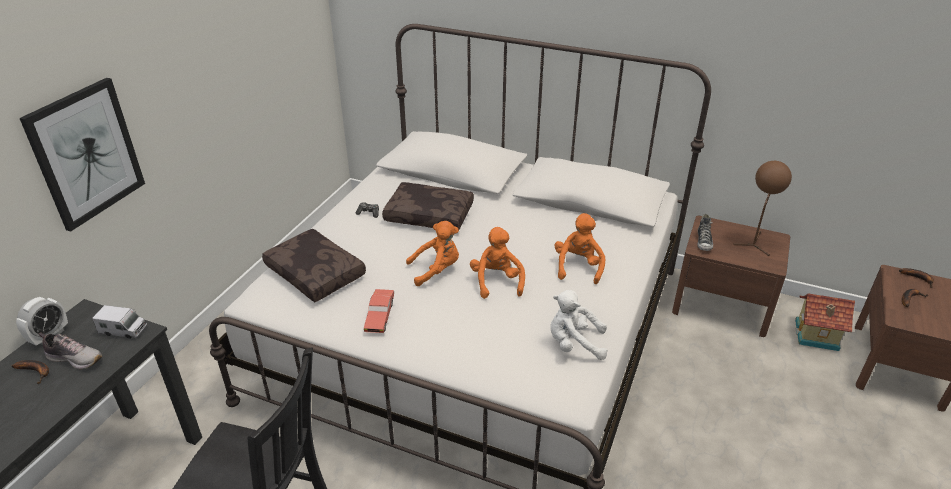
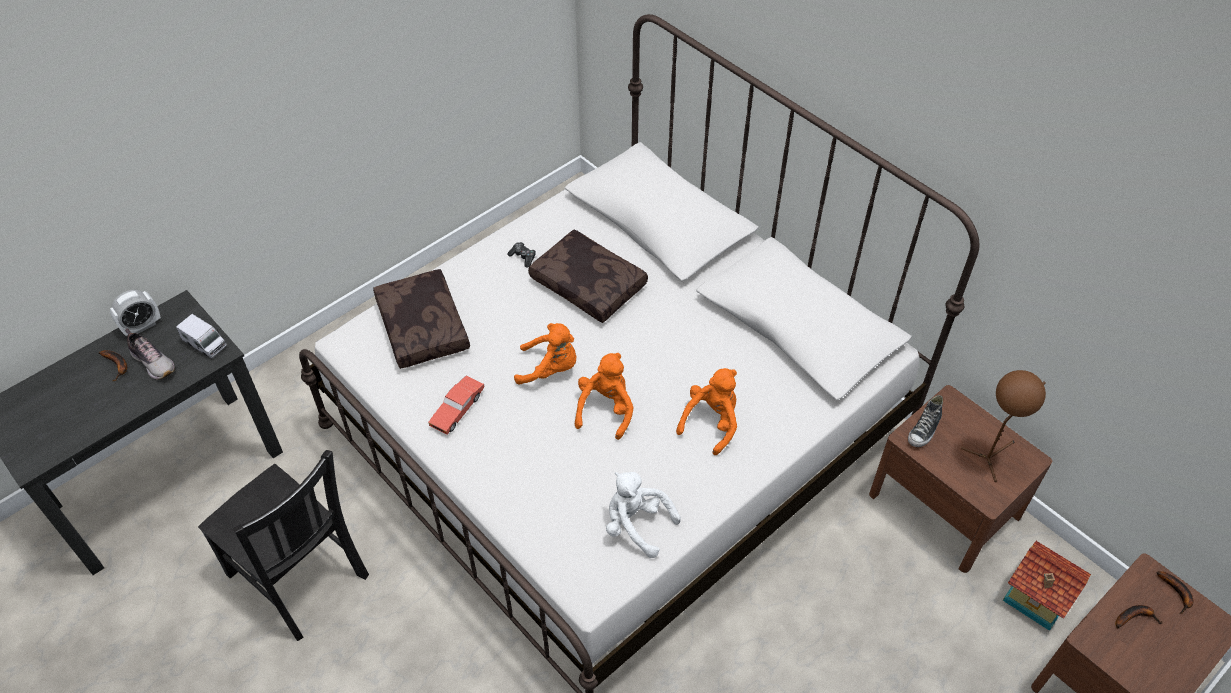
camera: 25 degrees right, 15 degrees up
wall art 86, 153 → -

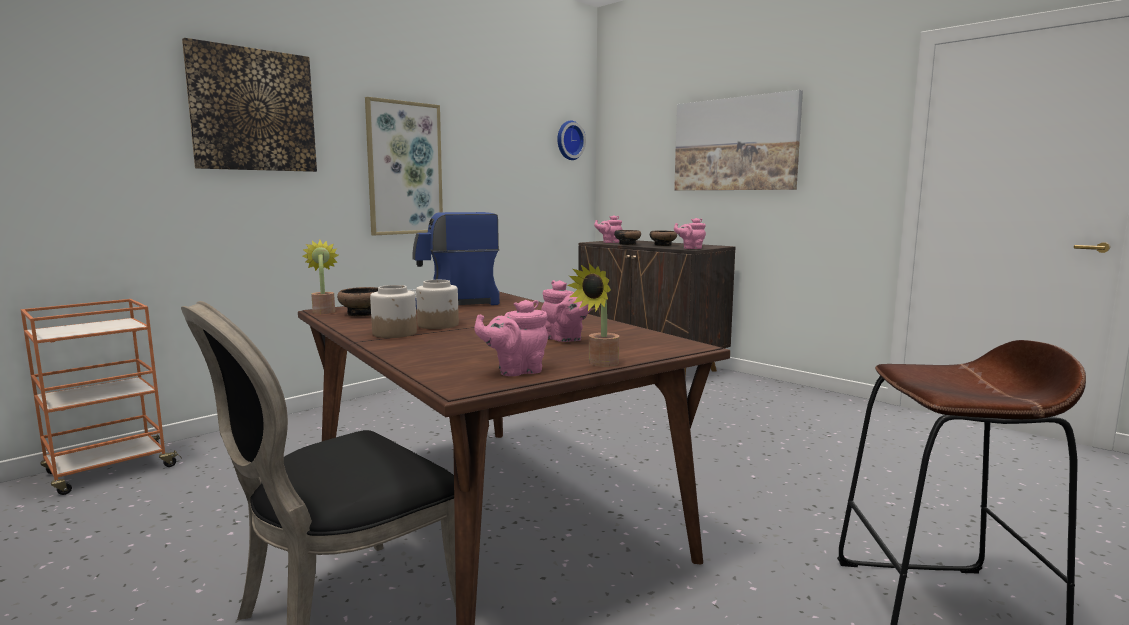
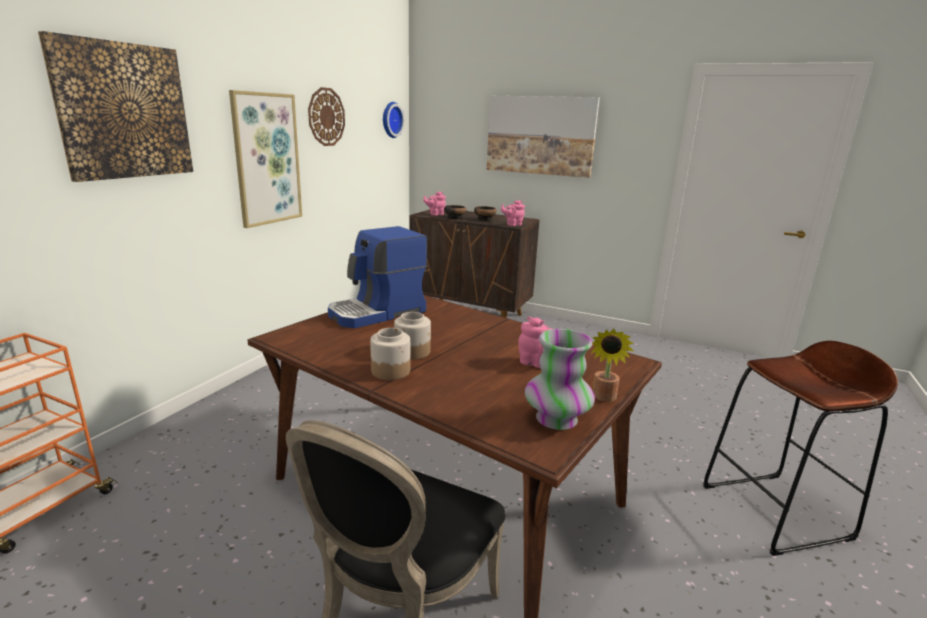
camera: 20 degrees left, 10 degrees up
plant in a pot 324, 311 → -
bowl 363, 313 → -
- → wall clock 326, 117
pot for tea/pink-coloured 516, 371 → flower vase 556, 419

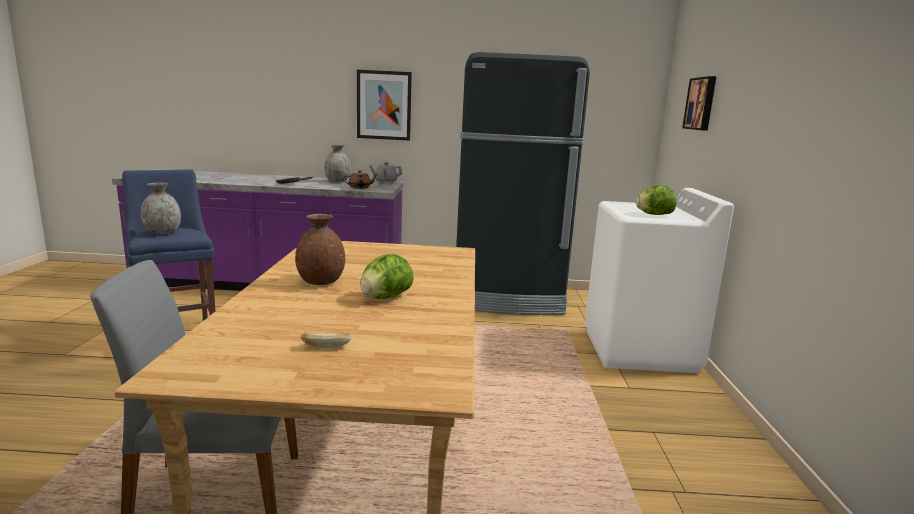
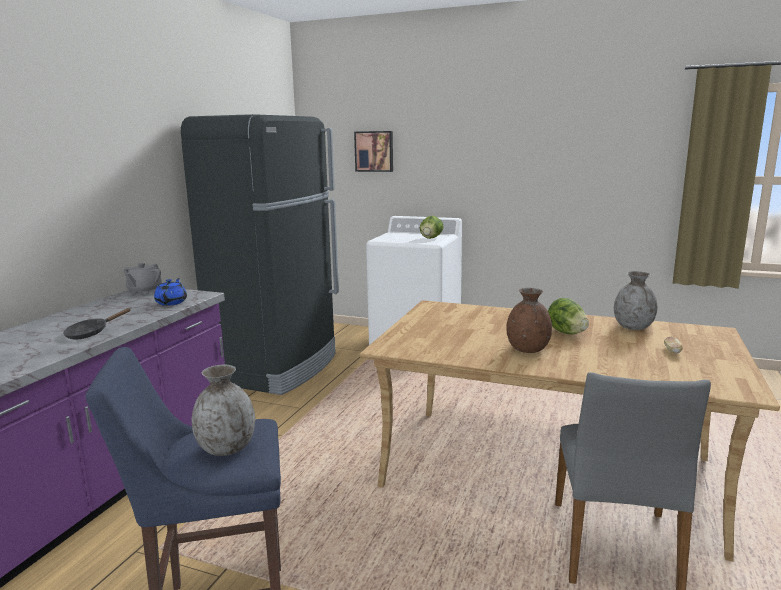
camera: 70 degrees left, 0 degrees up
wall art 384, 105 → -
flower vase/greyish 337, 181 → flower vase/greyish 633, 327, shifted
pot for tea/brown 360, 187 → pot for tea/bluish 172, 302

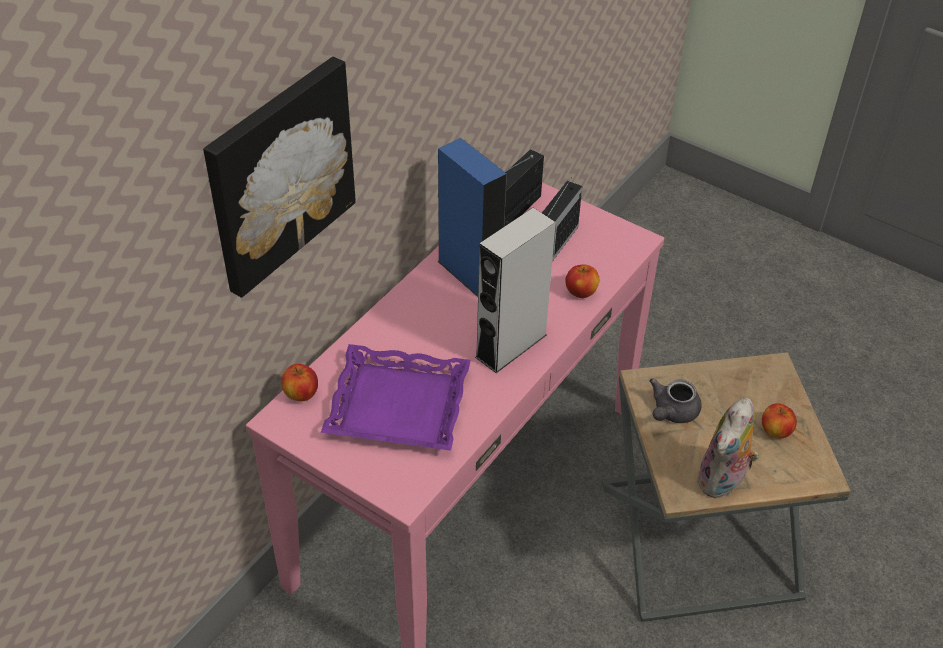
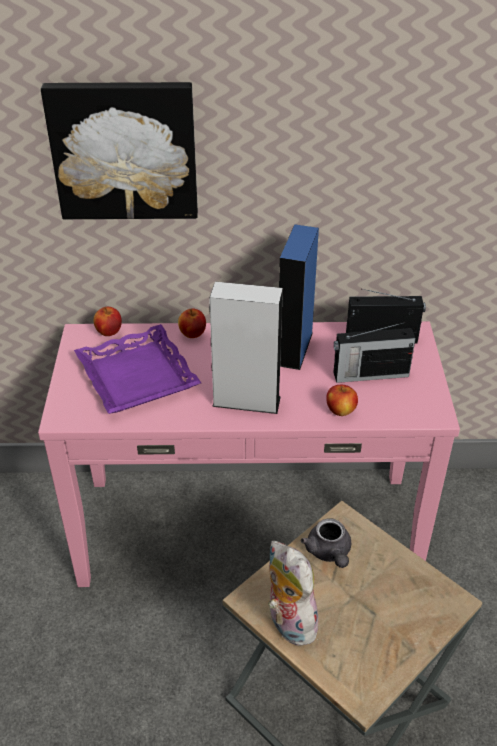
camera: 55 degrees right, 5 degrees down
apple fruit 775, 431 → apple fruit 192, 334, shifted
pot for tea/greyish 671, 412 → pot for tea/greyish 329, 553, 105 degrees counterclockwise
plush toy 723, 481 → plush toy 288, 622, 60 degrees clockwise

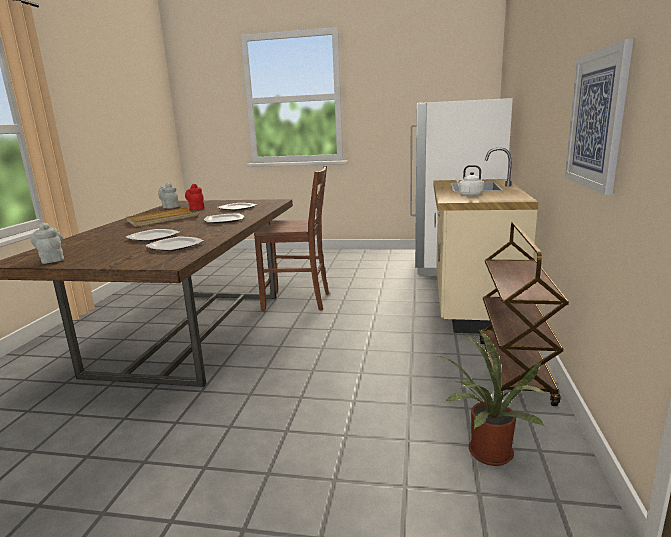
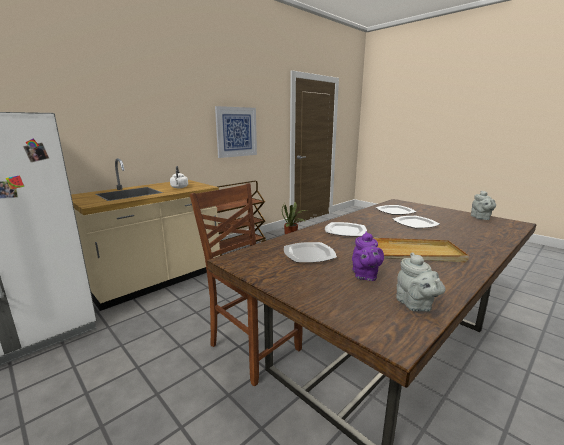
camera: 145 degrees left, 0 degrees up
pot for tea/reddish 196, 208 → pot for tea/purple 364, 276

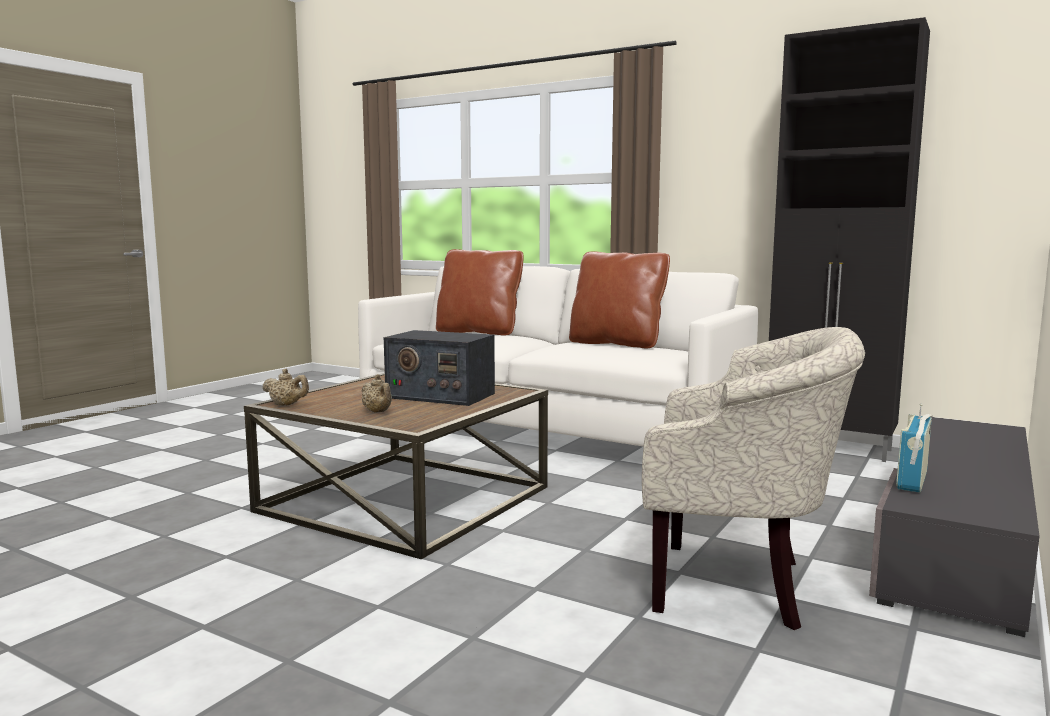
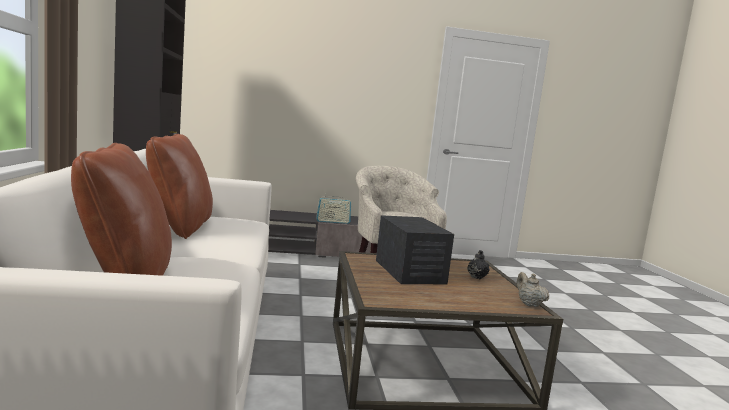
camera: 130 degrees left, 0 degrees up
pot for tea/beige-coloured 378, 412 → pot for tea/black-coloured 477, 277

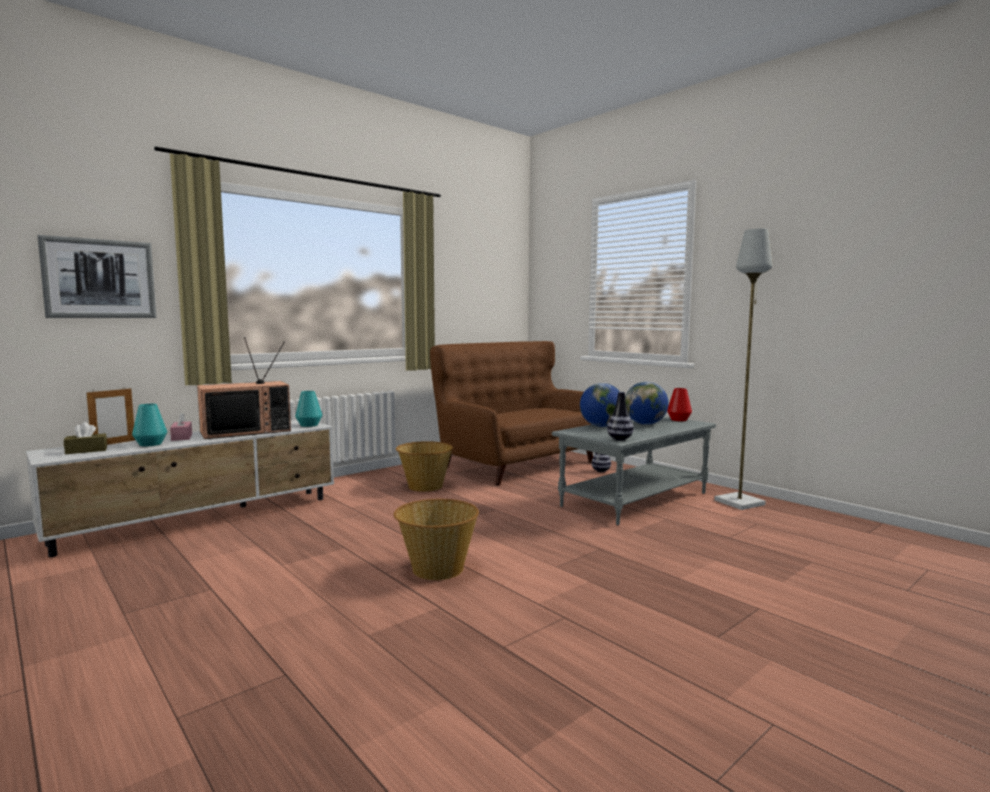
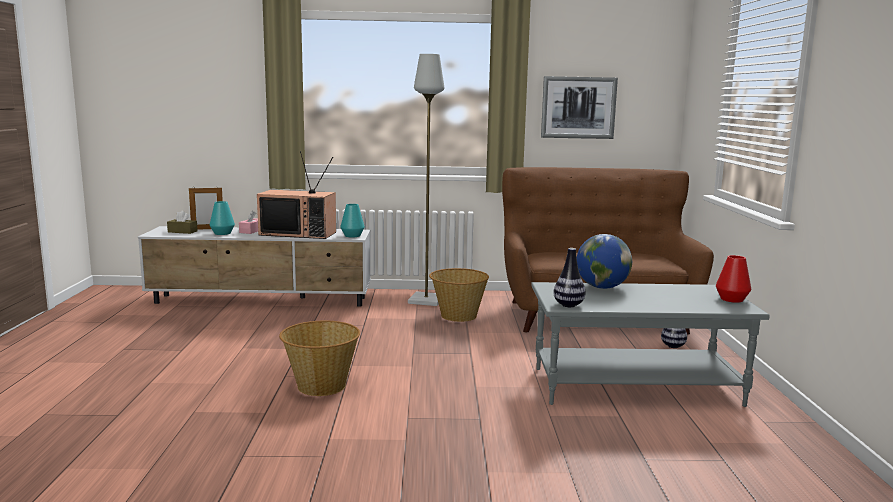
camera: 40 degrees right, 5 degrees up
world globe 645, 424 → -
wall art 100, 279 → wall art 578, 107, shifted
standard lamp/greyish 740, 502 → standard lamp/greyish 426, 300, shifted

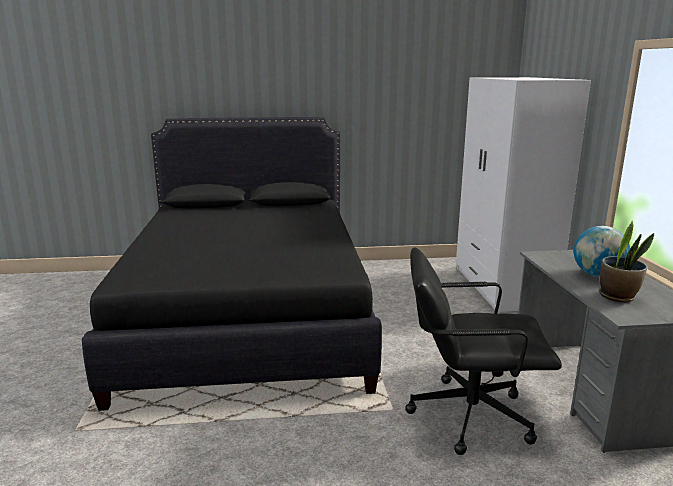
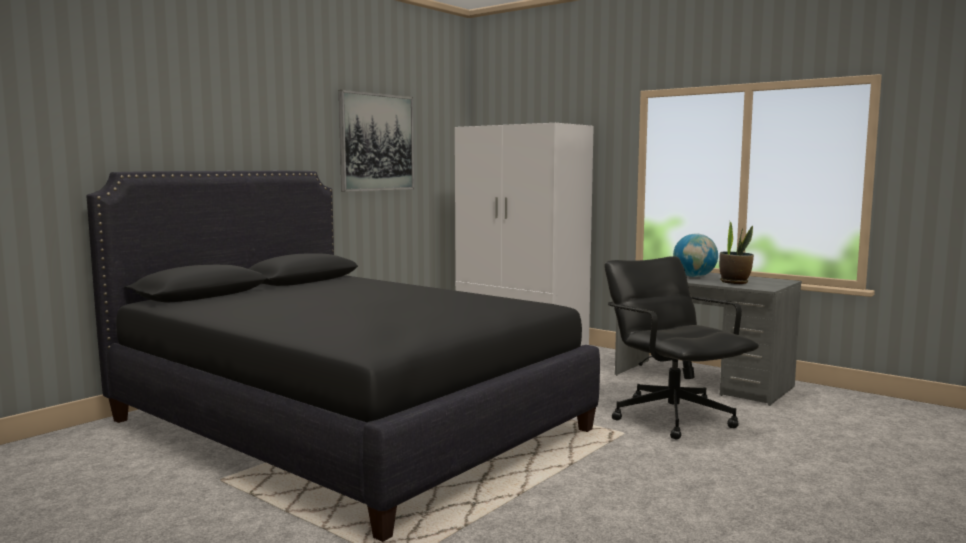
camera: 45 degrees left, 10 degrees down
- → wall art 376, 142
desk chair/black-coloured 468, 414 → desk chair/black-coloured 672, 417, 105 degrees clockwise

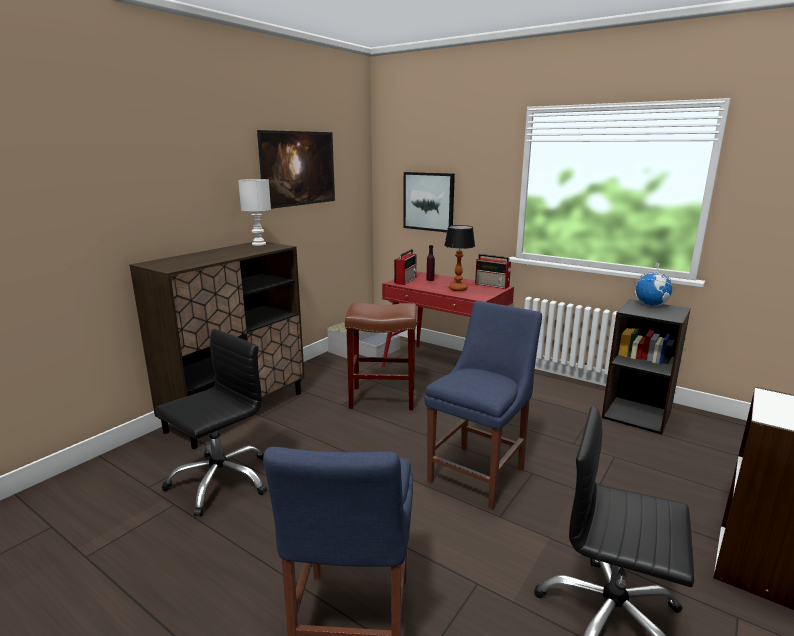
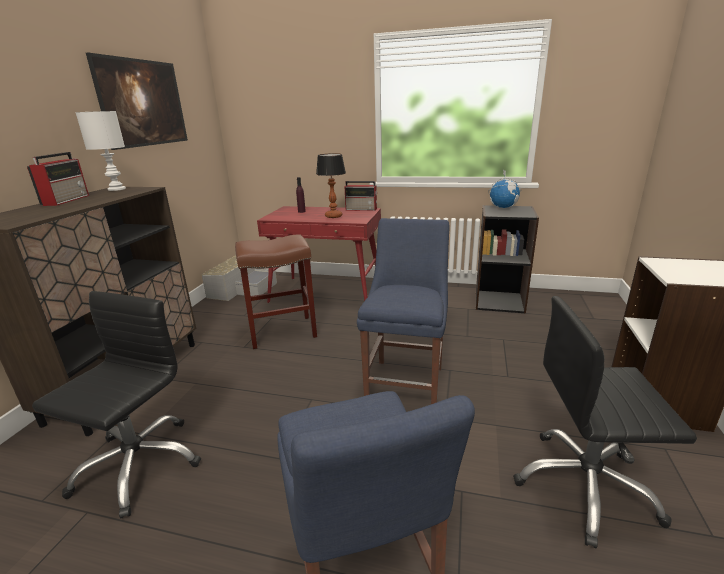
camera: 20 degrees left, 5 degrees up
wall art 429, 201 → -
radio receiver 406, 280 → radio receiver 67, 200, shifted

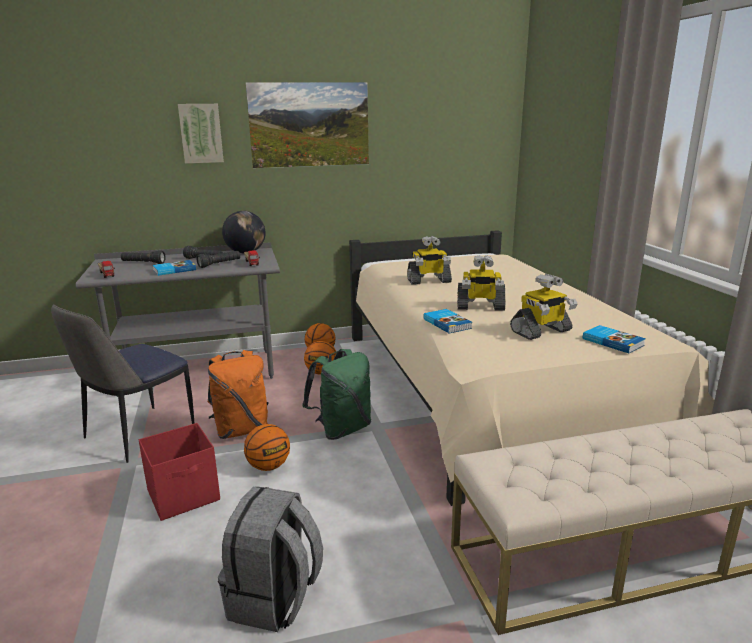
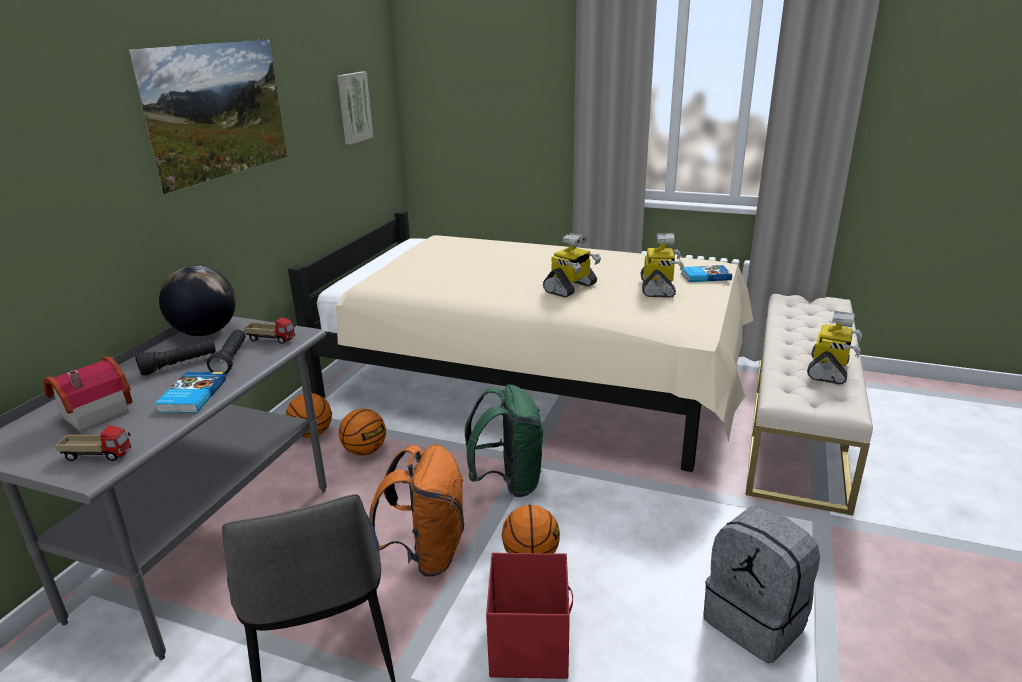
camera: 55 degrees left, 5 degrees up
bound book 447, 323 → -
wall art 201, 133 → wall art 353, 107, shifted
robot figure 428, 281 → robot figure 829, 370, shifted
hand torch/black-coloured 143, 263 → toy house 92, 414

